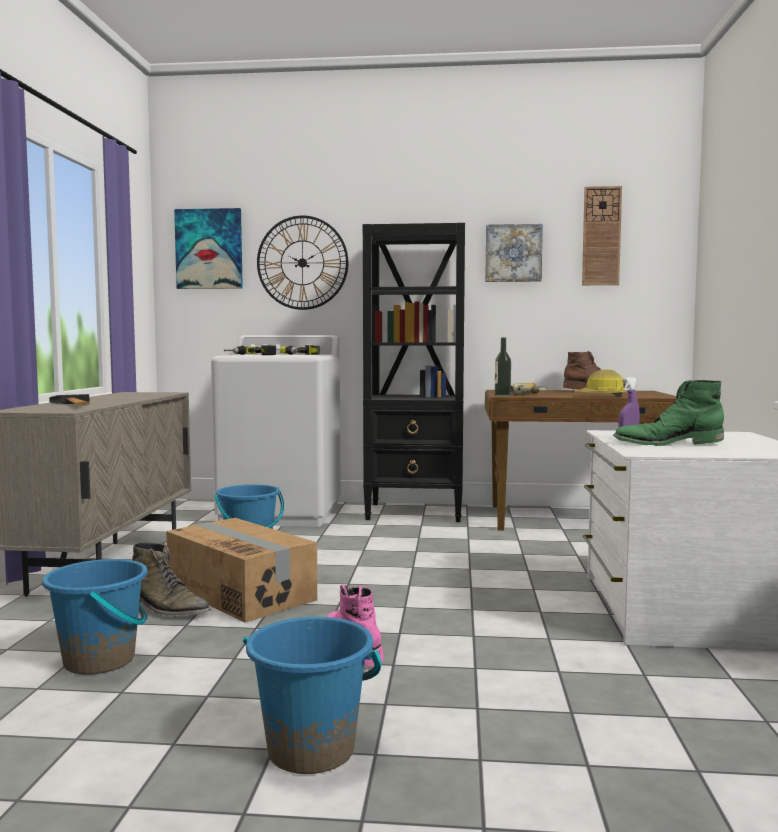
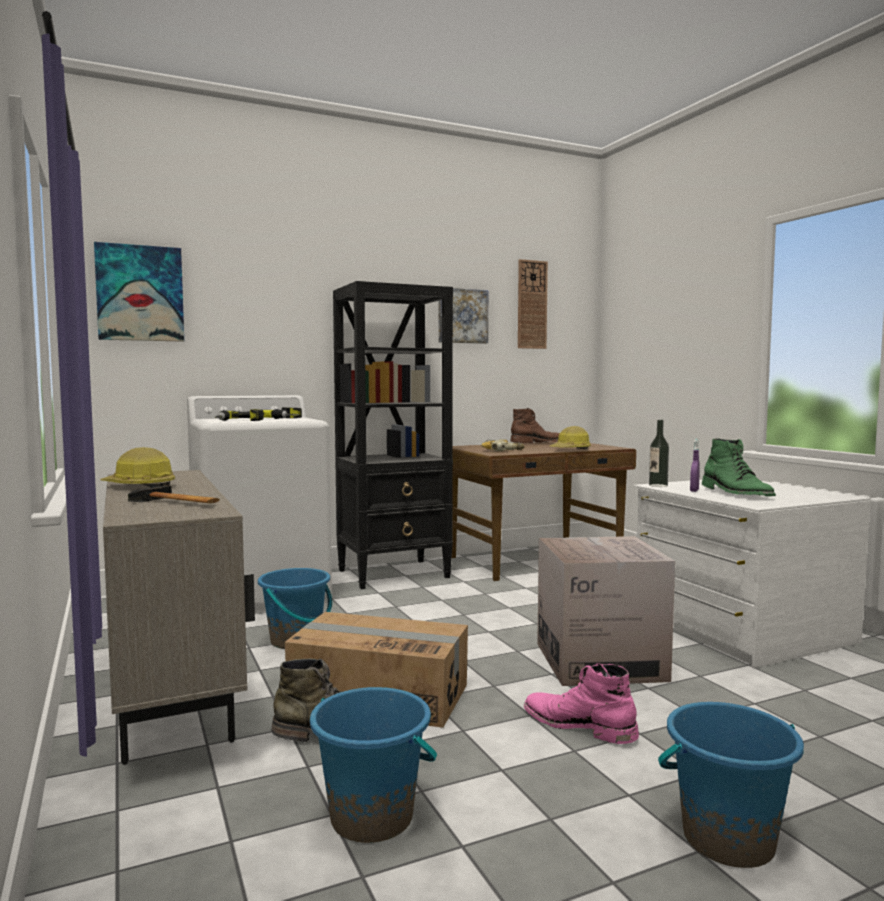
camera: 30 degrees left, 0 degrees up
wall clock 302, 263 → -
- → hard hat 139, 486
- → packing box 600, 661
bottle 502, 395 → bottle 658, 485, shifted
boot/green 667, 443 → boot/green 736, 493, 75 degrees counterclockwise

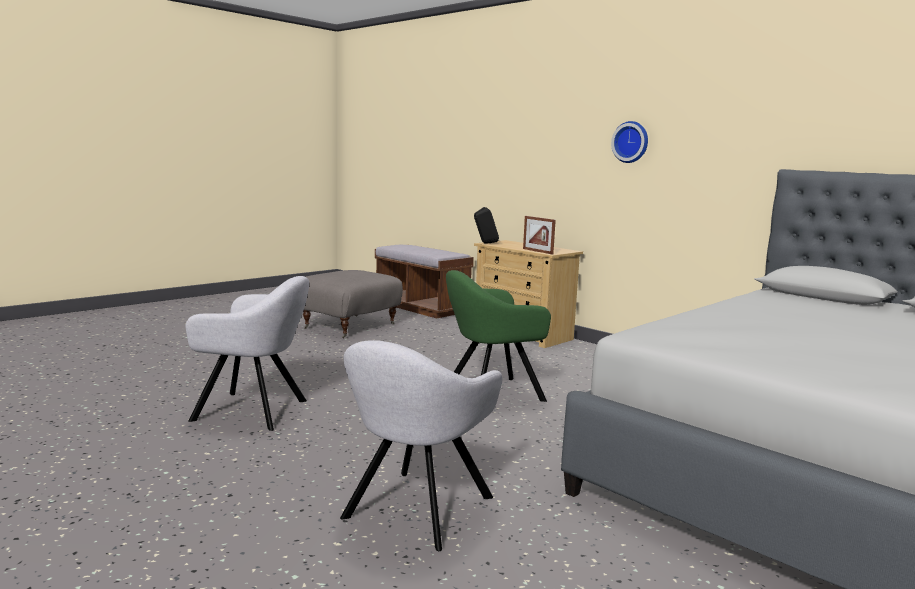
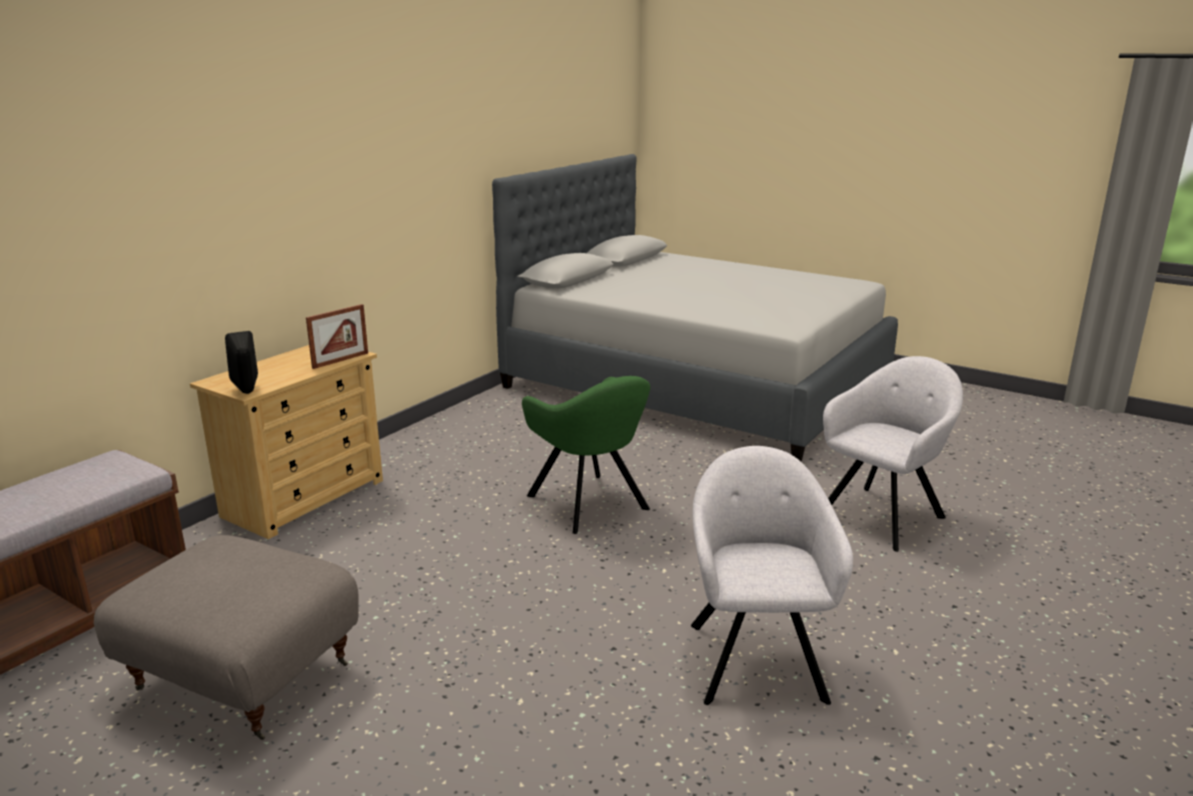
camera: 100 degrees left, 10 degrees up
wall clock 631, 142 → -
armchair/greyish 415, 510 → armchair/greyish 883, 515, 60 degrees counterclockwise

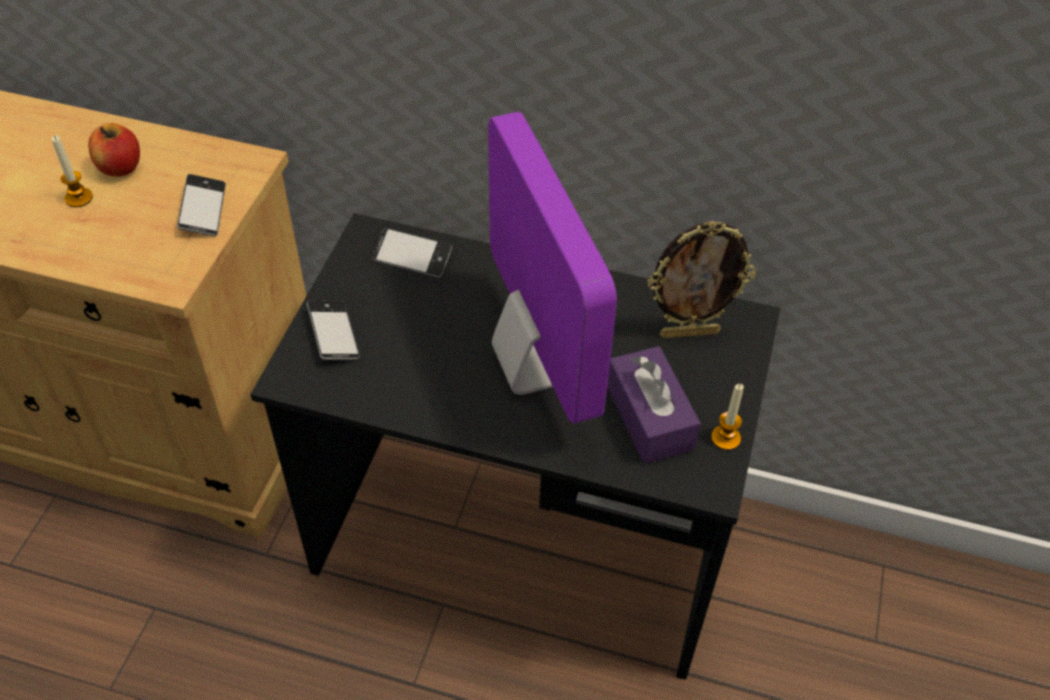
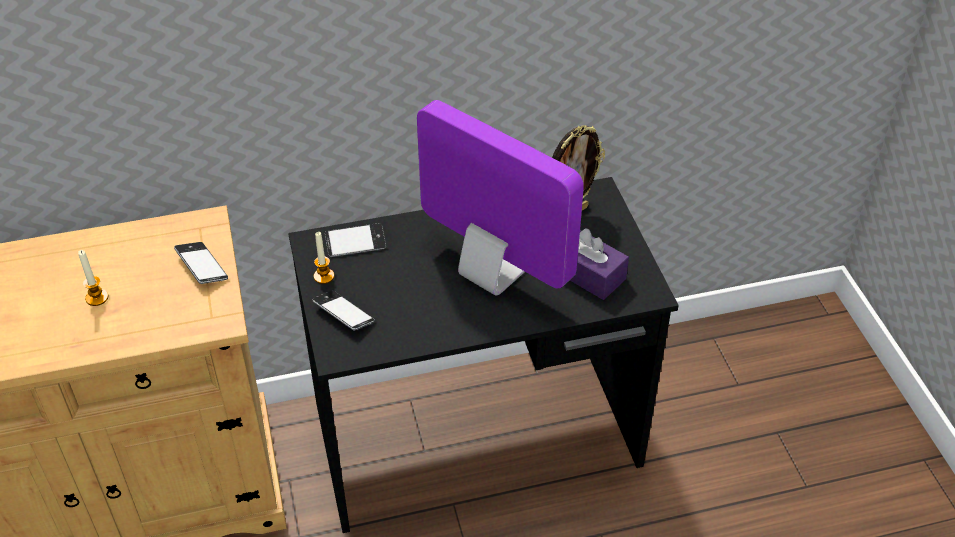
camera: 30 degrees left, 5 degrees down
apple fruit 120, 167 → -
candle 725, 438 → candle 324, 276, shifted

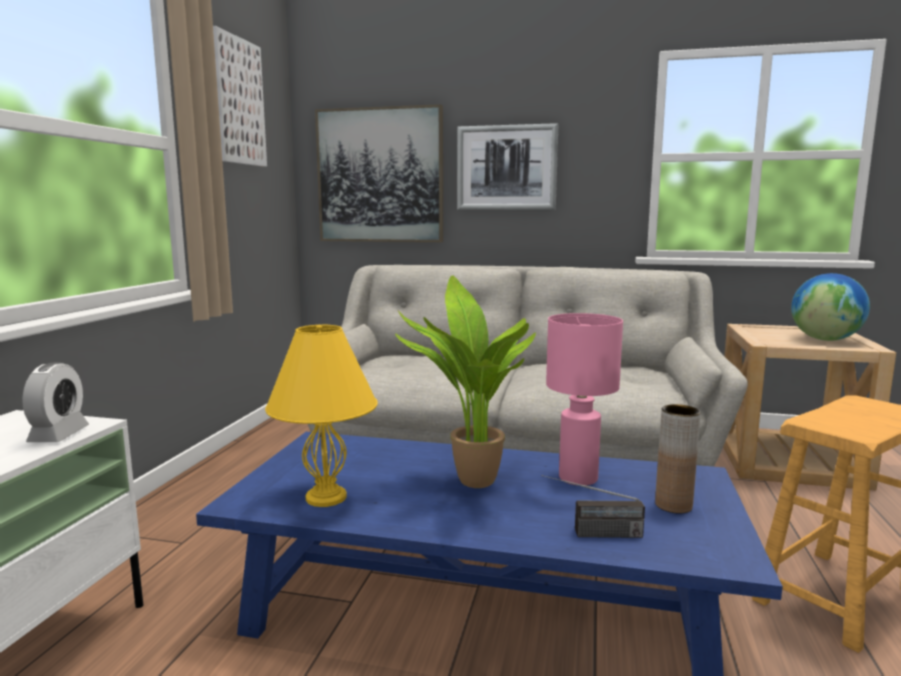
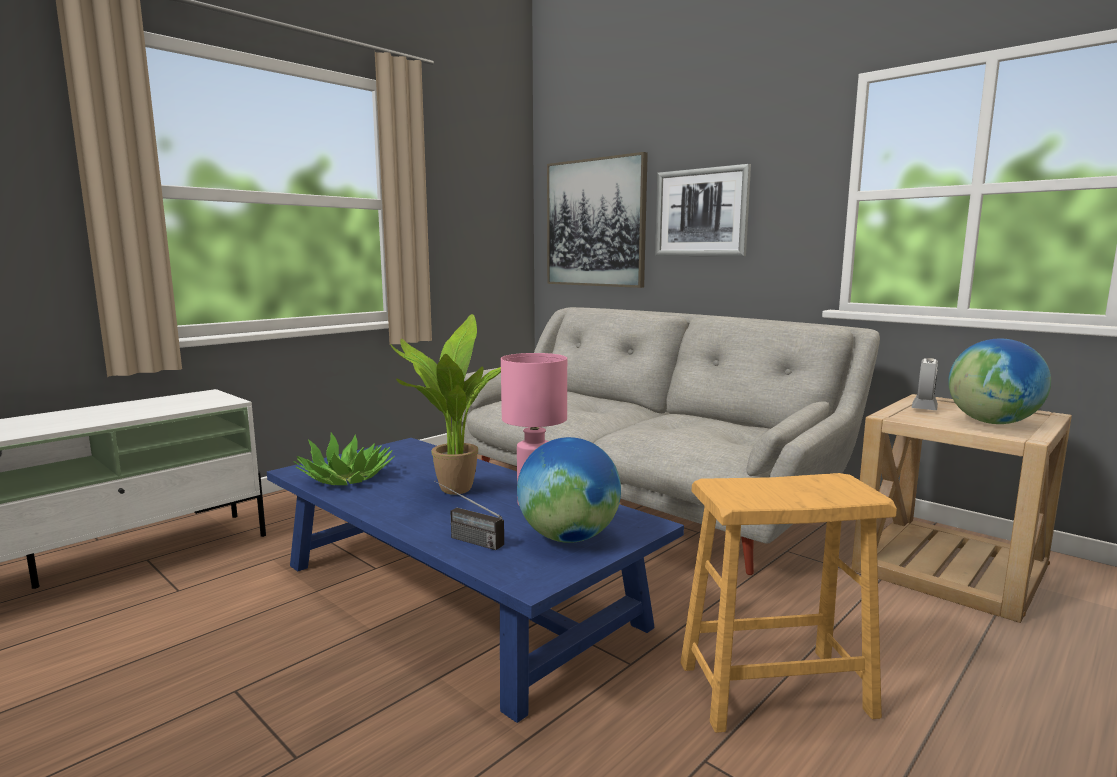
camera: 30 degrees right, 0 degrees up
wall art 239, 101 → -
table clock 59, 435 → table clock 924, 407, shifted
lamp for a table/yellow 325, 497 → plant in a pot 346, 478
flower vase/brown 673, 505 → world globe 568, 538

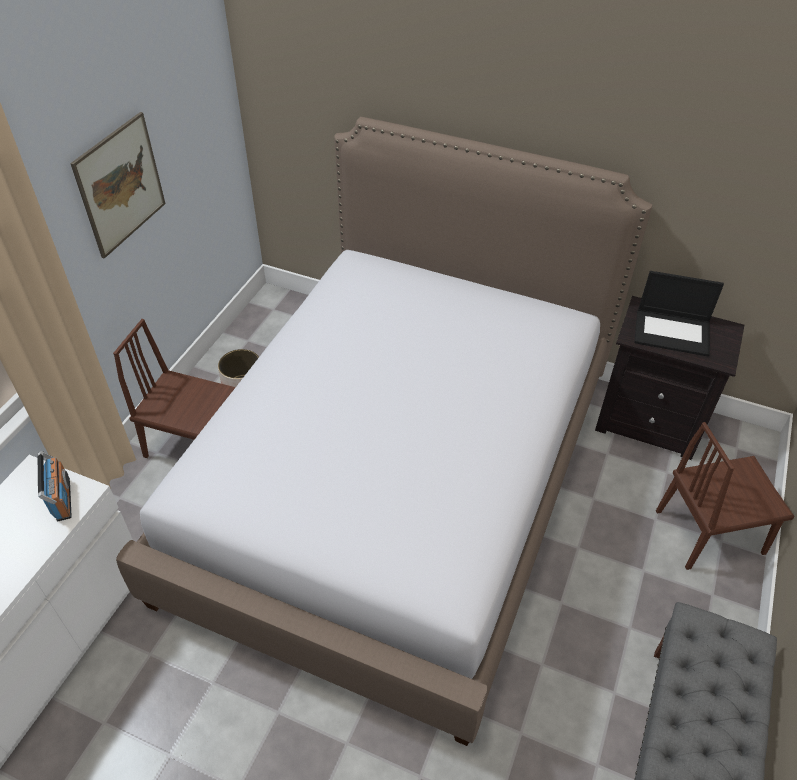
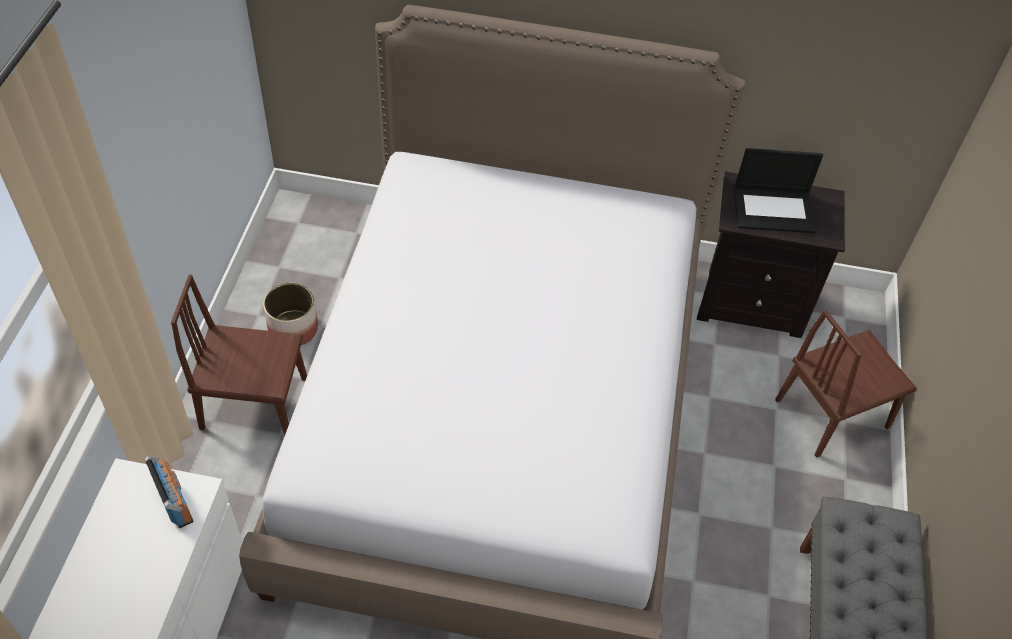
camera: 15 degrees left, 5 degrees up
wall art 120, 185 → -

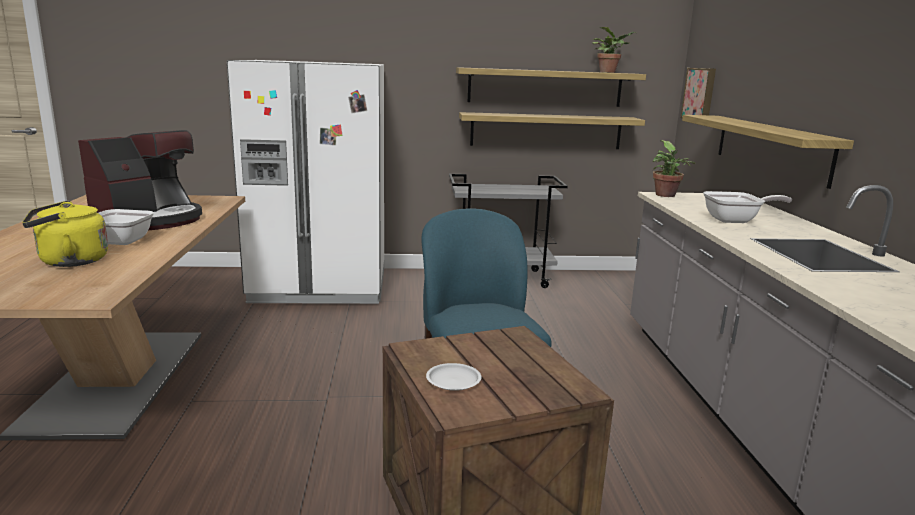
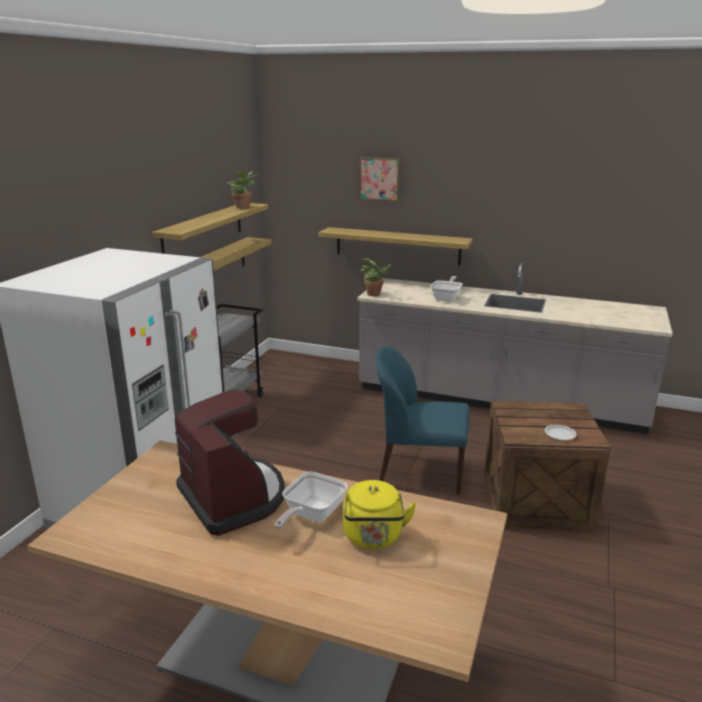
camera: 65 degrees left, 5 degrees up
wall art 700, 94 → wall art 380, 178, shifted

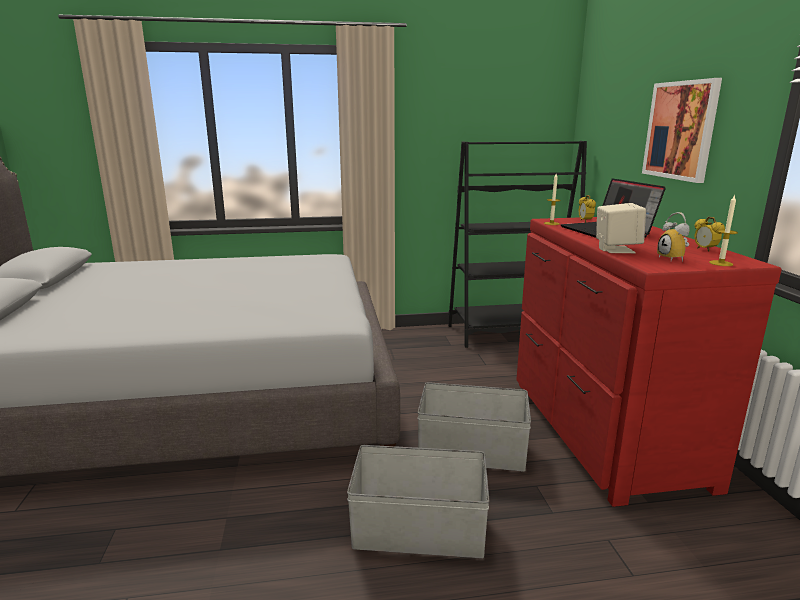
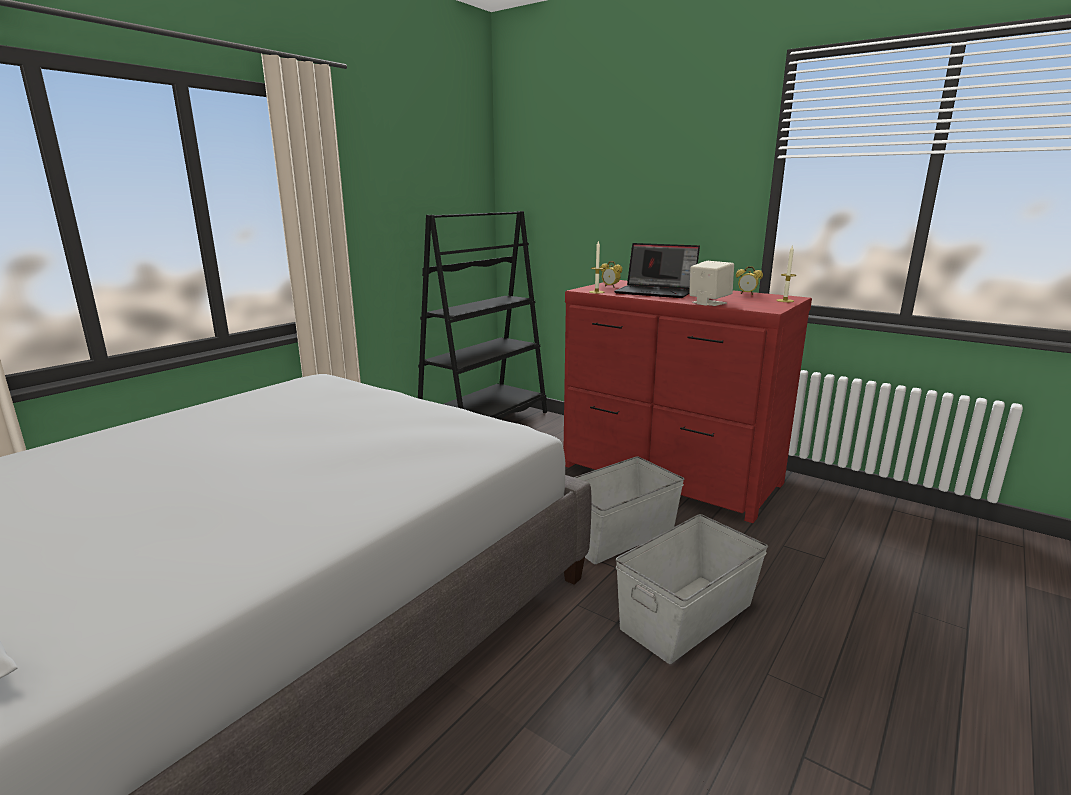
camera: 45 degrees left, 0 degrees up
wall art 680, 130 → -
table clock 674, 259 → -

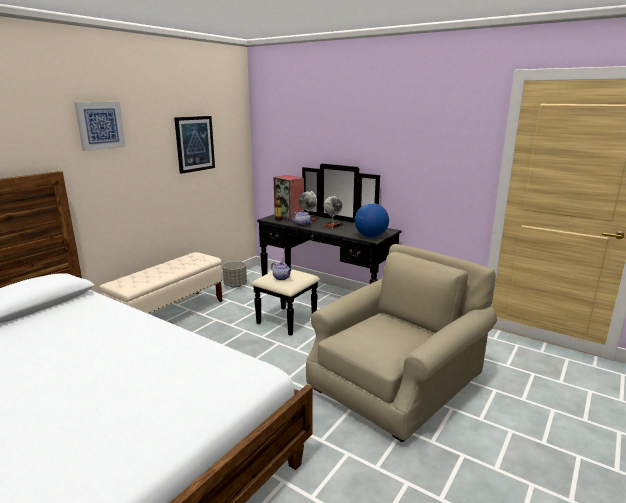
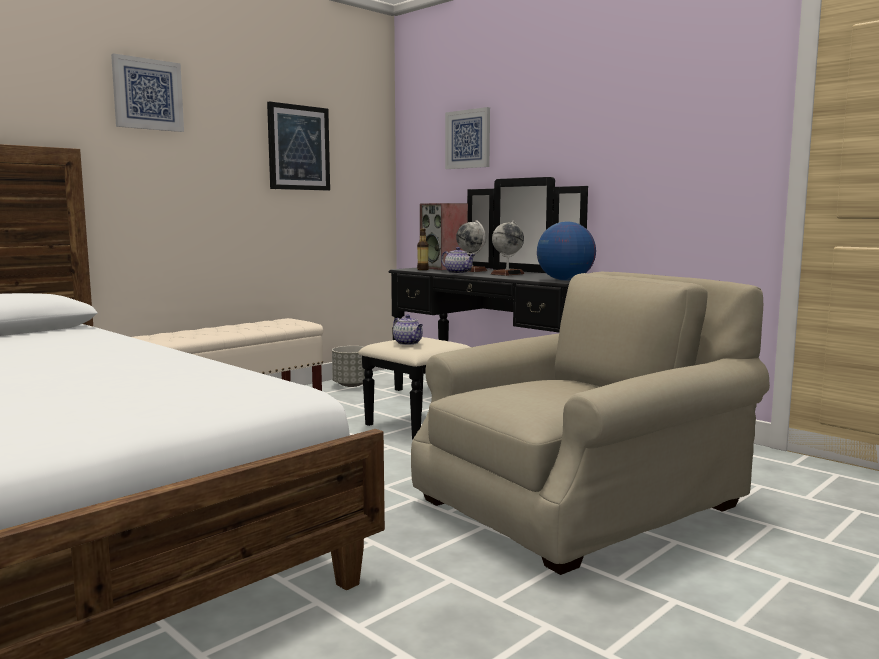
camera: 10 degrees right, 10 degrees down
- → wall art 468, 139

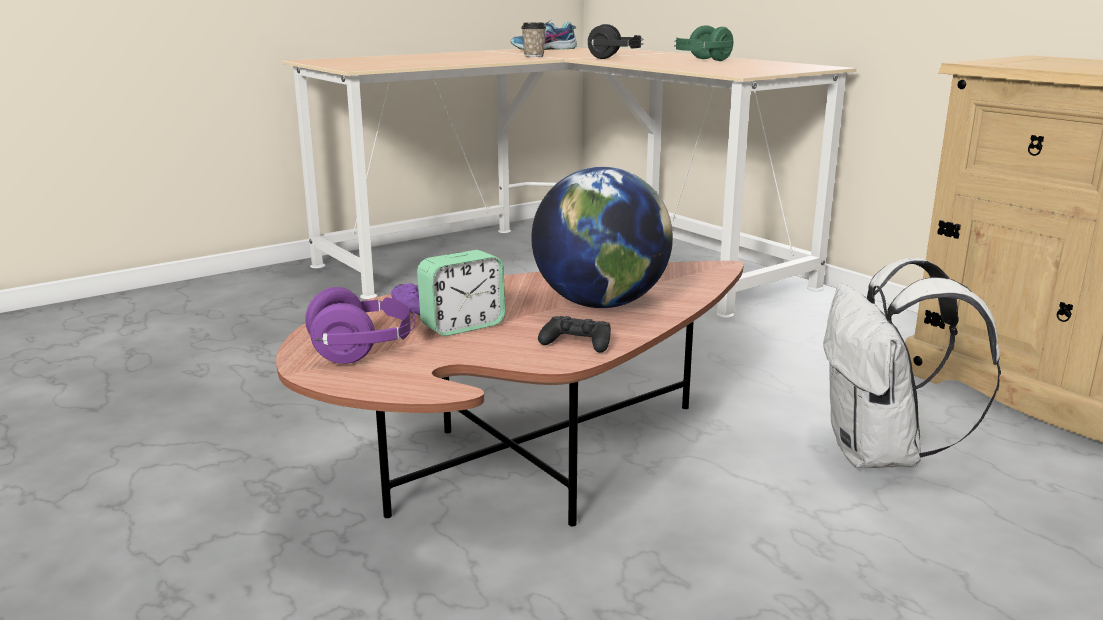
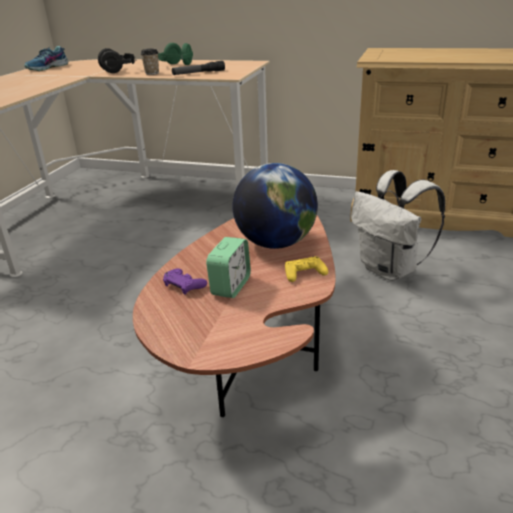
camera: 35 degrees left, 10 degrees up
headset/purple 364, 350 → -
- → hand torch 198, 73
cup 534, 56 → cup 152, 73, shifted
game controller/black-coloured 577, 343 → game controller/yellow 304, 273

